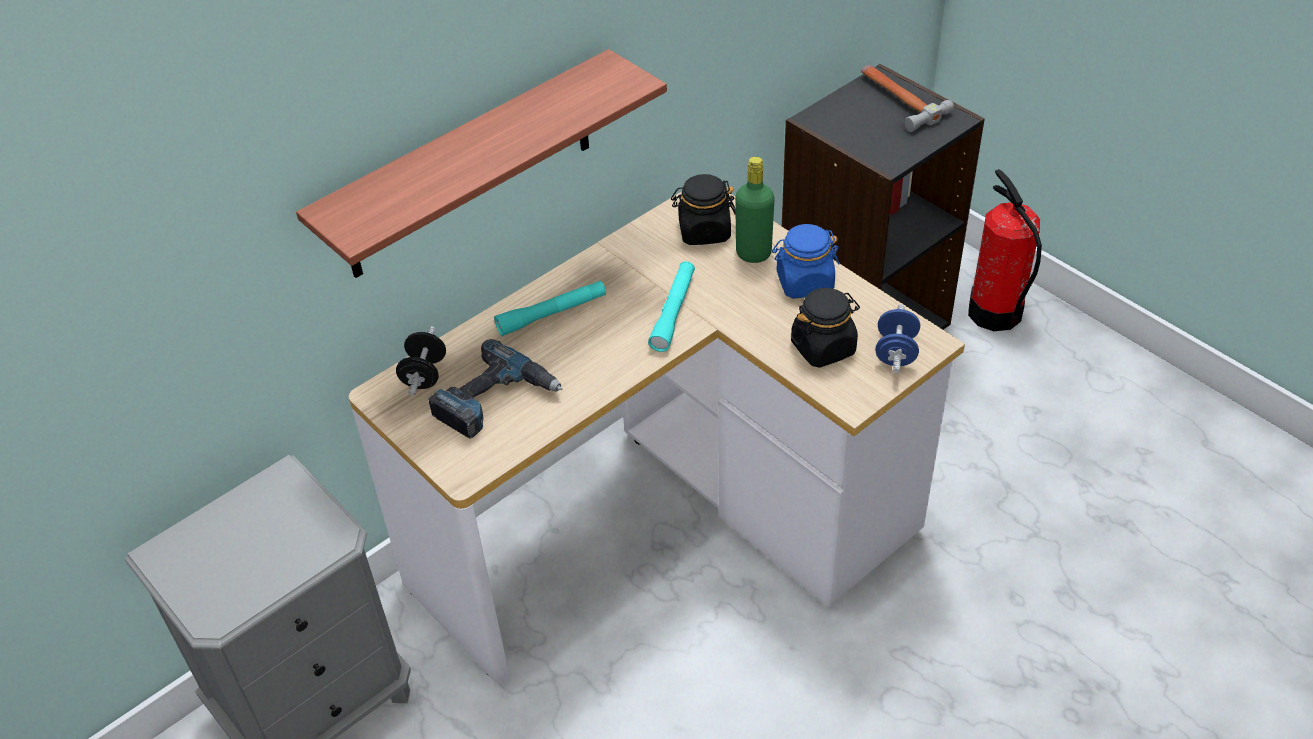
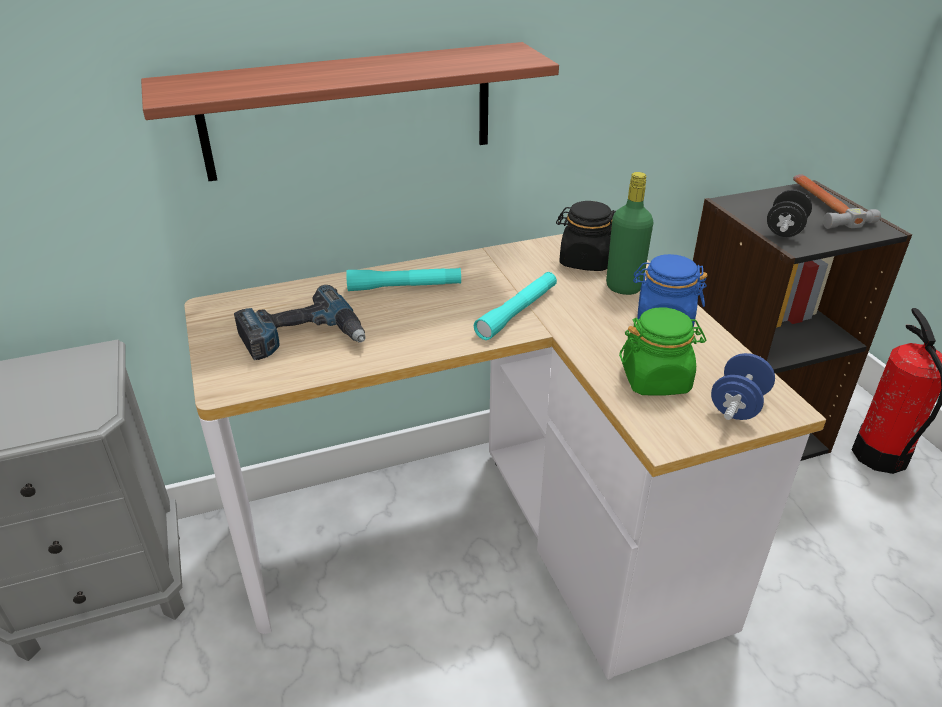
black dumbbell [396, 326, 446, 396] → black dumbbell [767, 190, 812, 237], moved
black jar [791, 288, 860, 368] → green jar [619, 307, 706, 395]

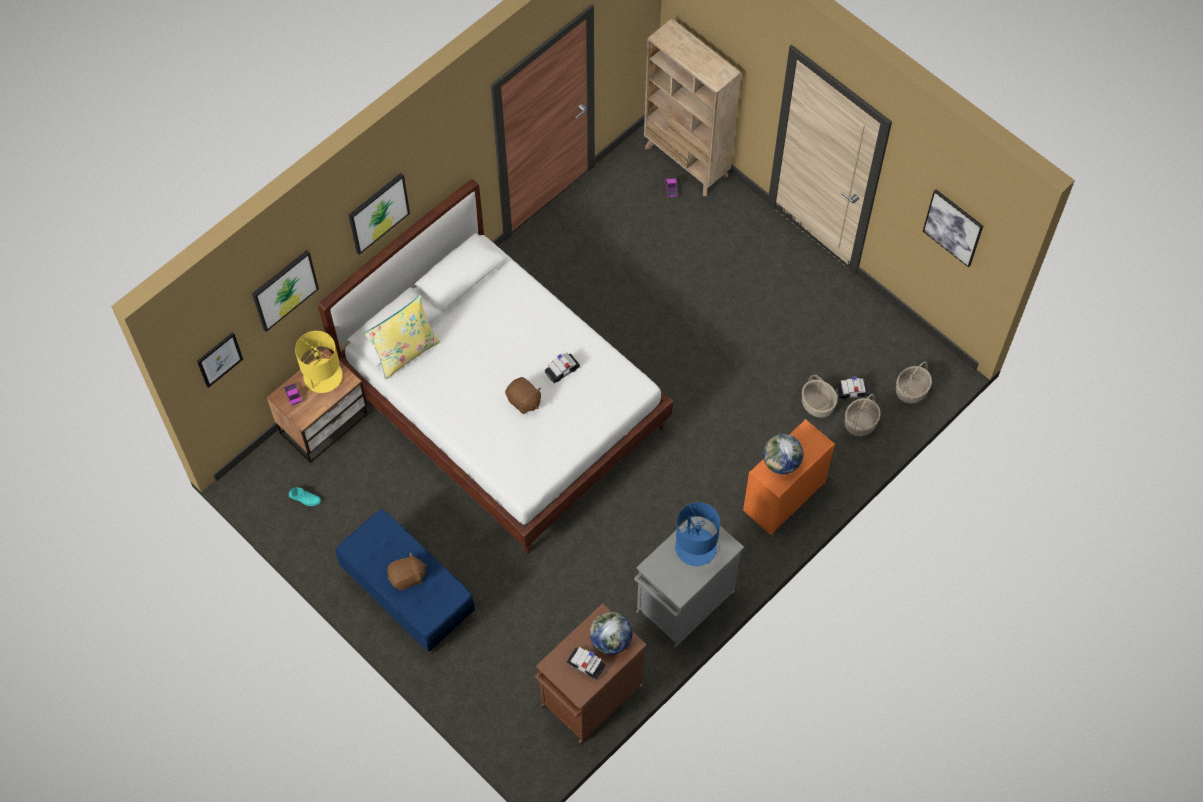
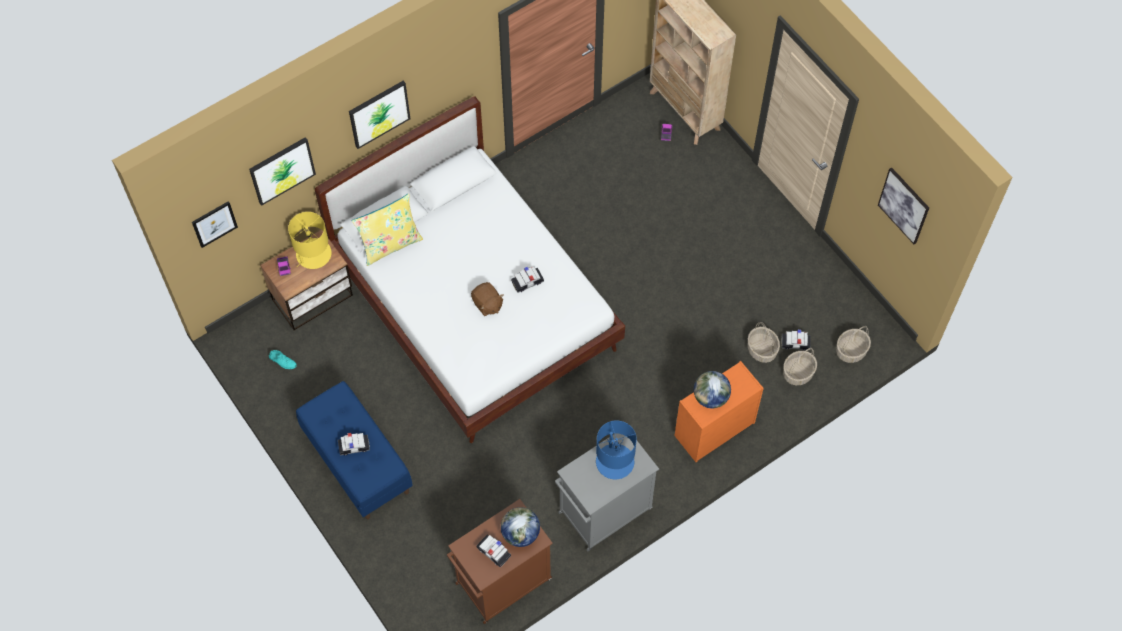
brown plush toy [387, 552, 427, 590] → toy car [338, 433, 370, 456]

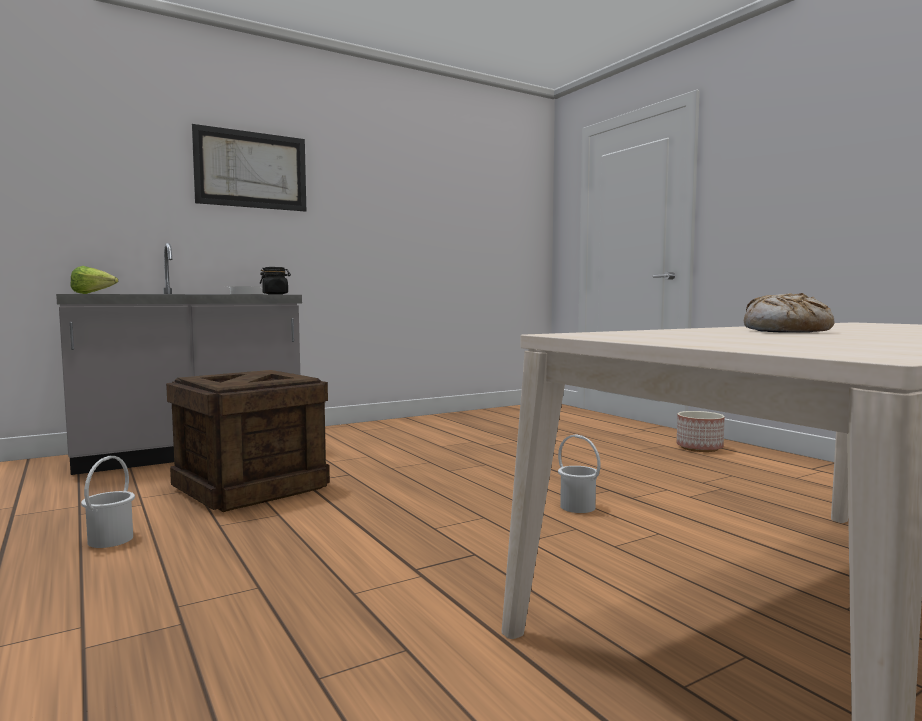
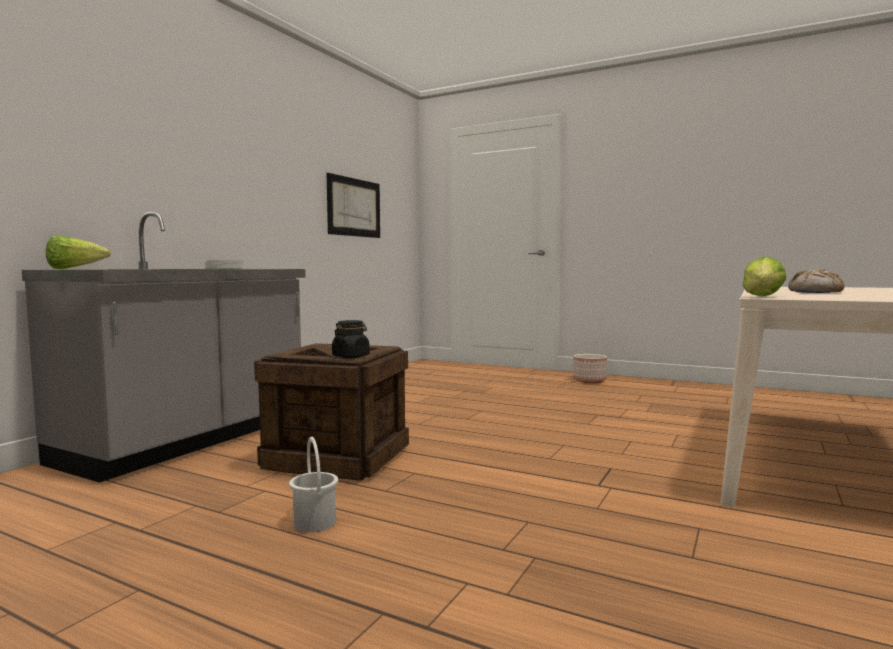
white bucket [558, 434, 601, 513] → -
- → lettuce [742, 256, 787, 296]
picture [192, 124, 306, 212] → picture [327, 173, 380, 238], moved
black jar [260, 267, 291, 295] → black jar [332, 320, 370, 358], moved

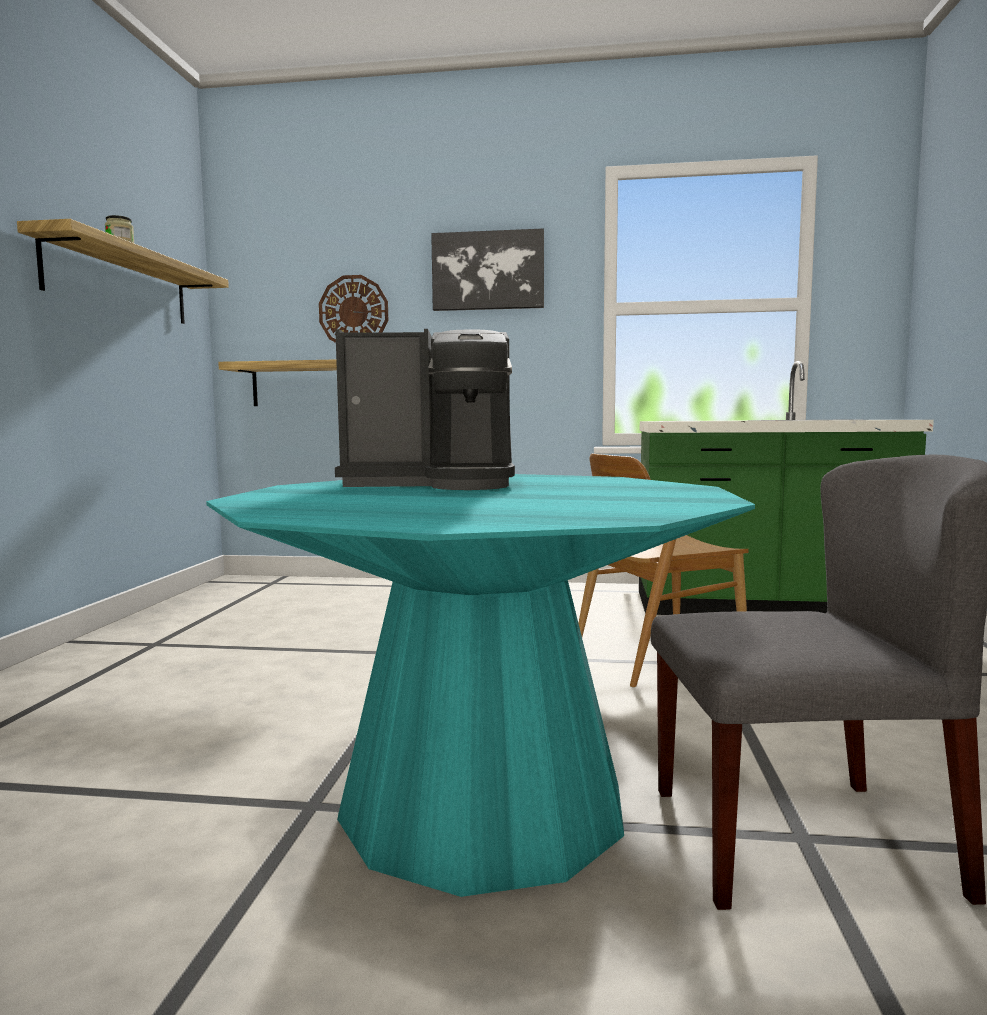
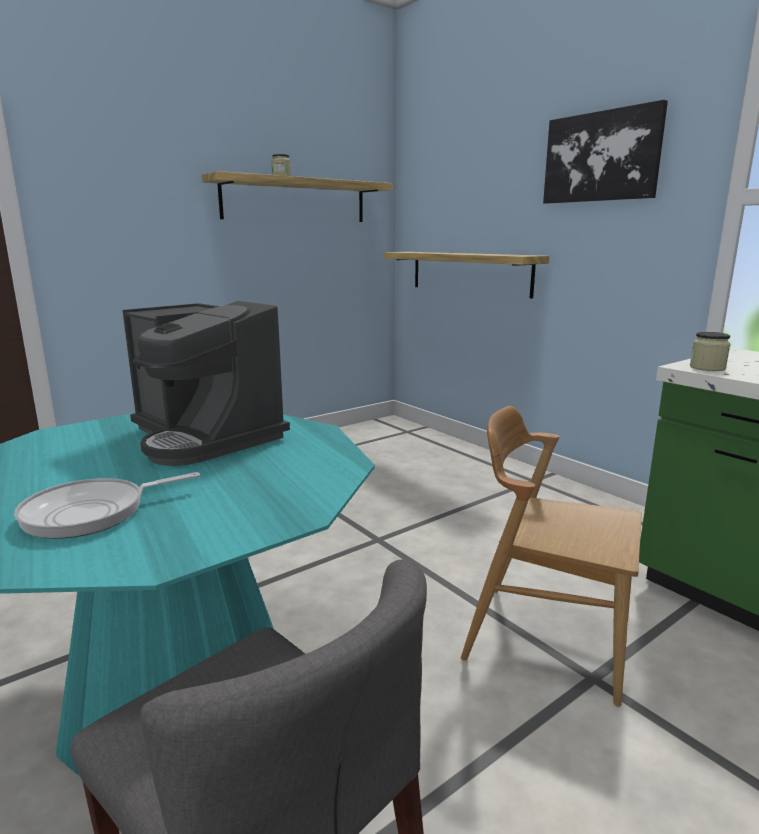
wall clock [319, 275, 388, 343] → -
- → frying pan [14, 472, 200, 539]
- → jar [690, 332, 730, 371]

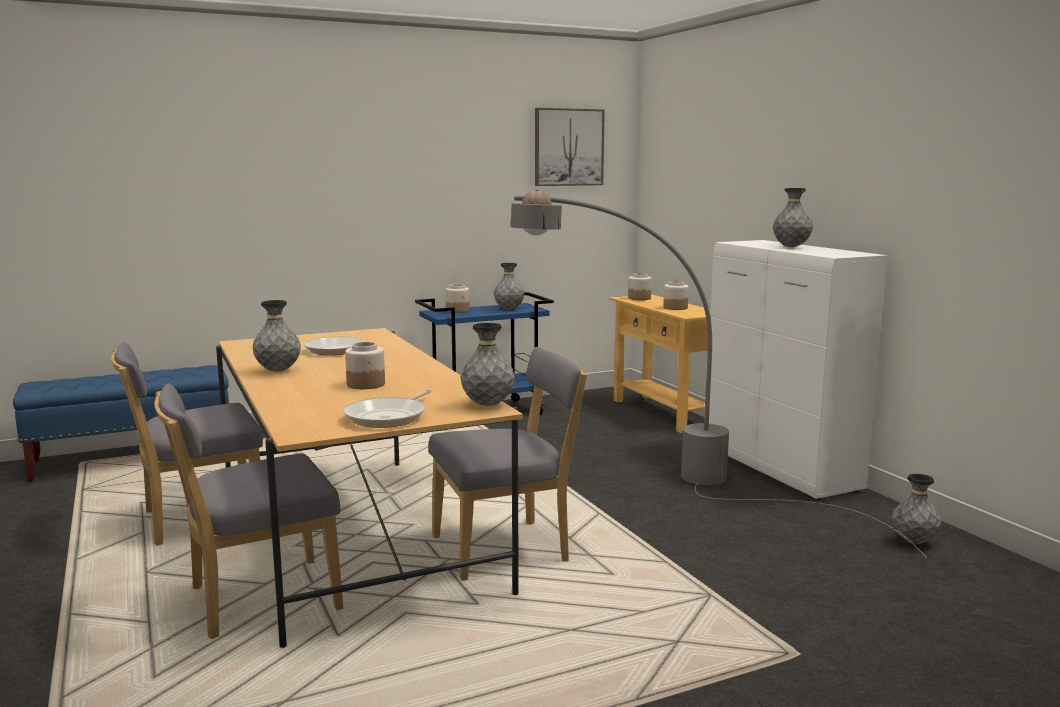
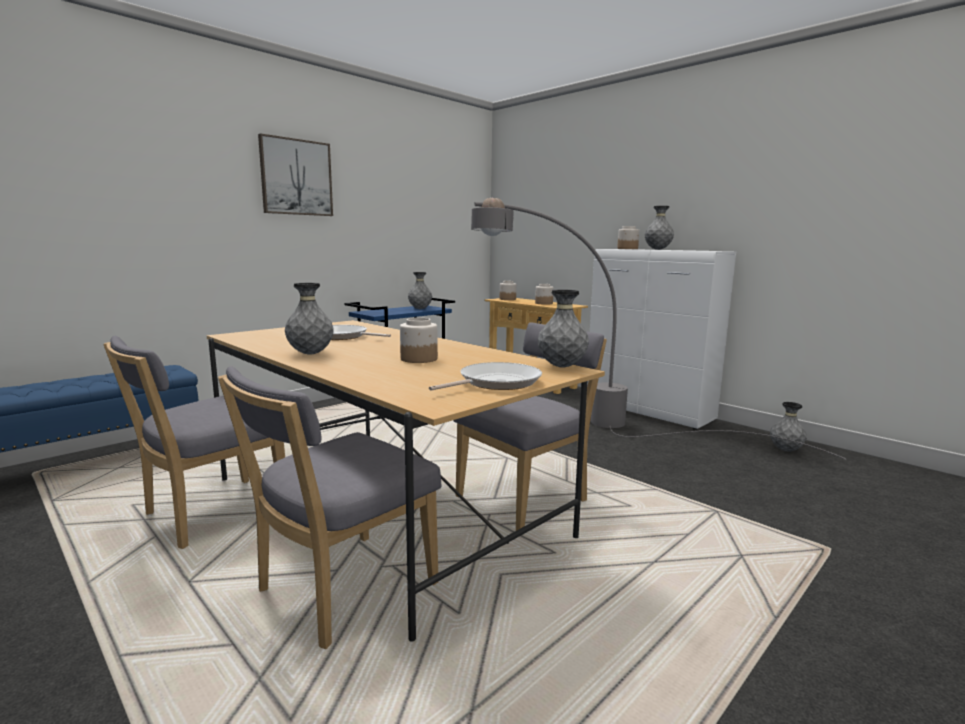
jar [445, 284, 470, 313] → jar [617, 226, 639, 249], moved
picture [535, 108, 605, 186] → picture [258, 133, 333, 216], moved
frying pan [343, 390, 431, 428] → frying pan [429, 362, 542, 390], 135 degrees counterclockwise

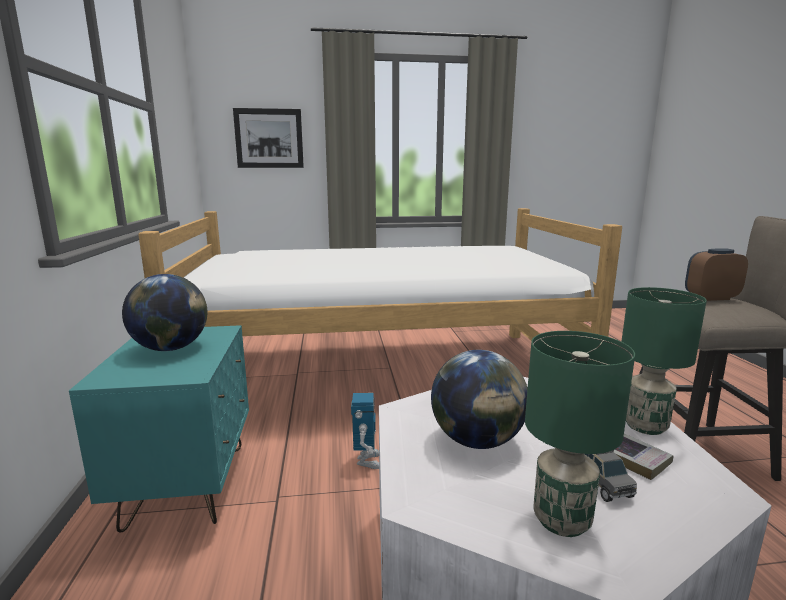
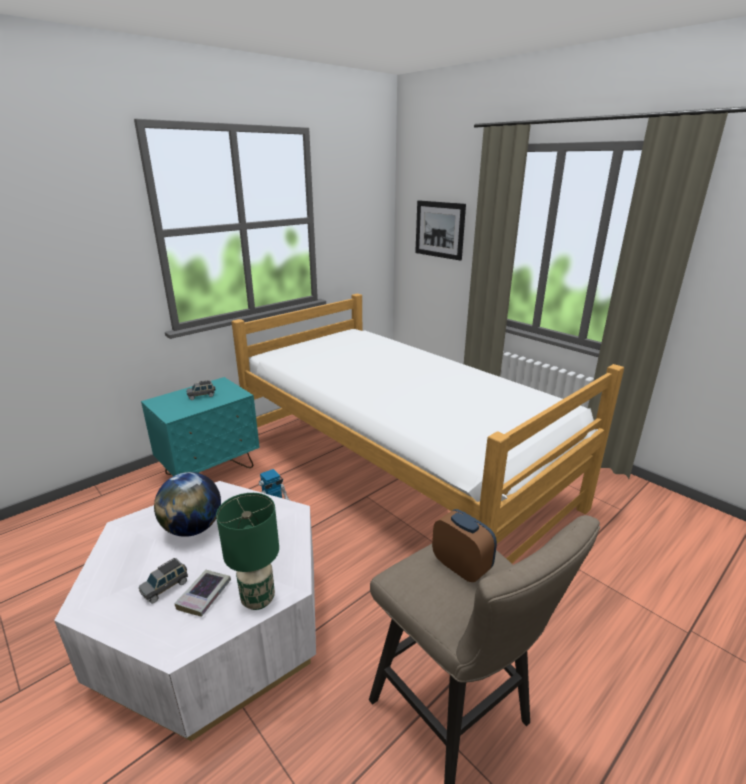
green table lamp [525, 331, 635, 537] → -
globe [122, 274, 207, 351] → grey toy car [186, 380, 216, 400]

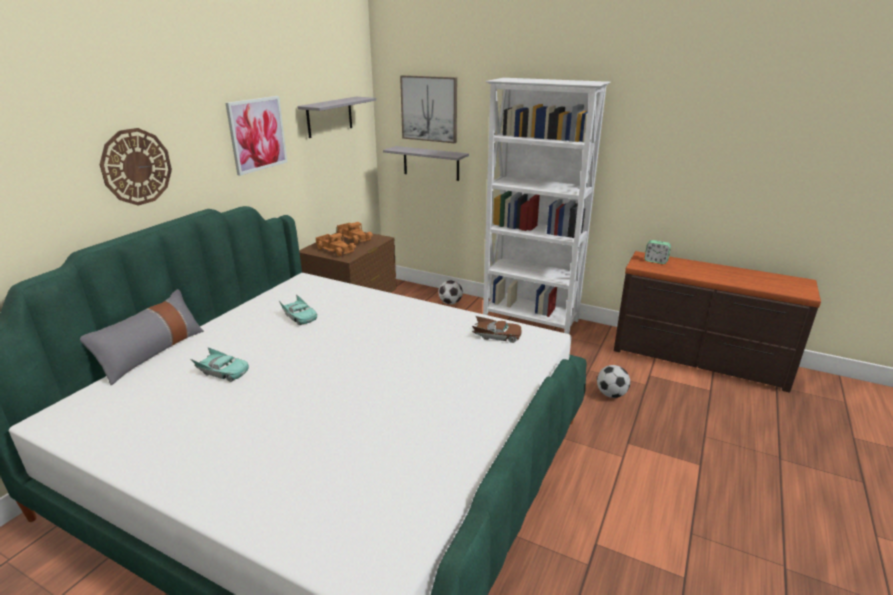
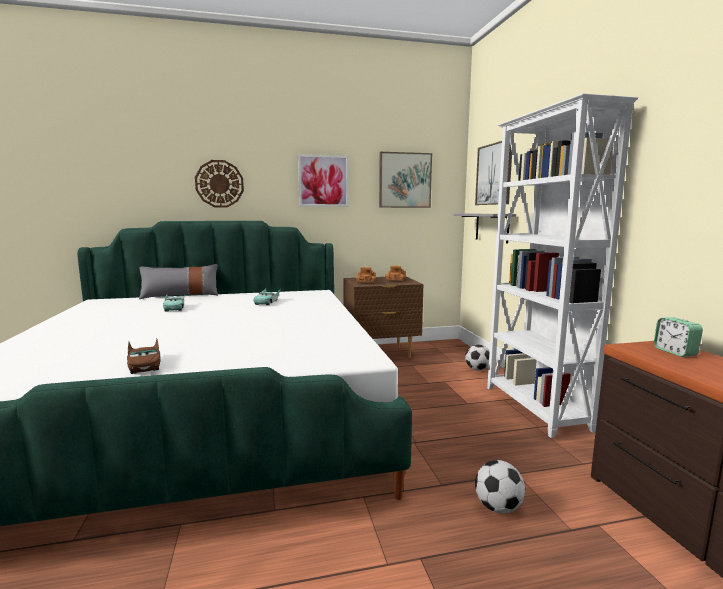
brown toy car [472, 316, 521, 343] → brown toy car [127, 339, 161, 374], moved
grey shelf [297, 97, 376, 138] → picture [379, 152, 432, 208]

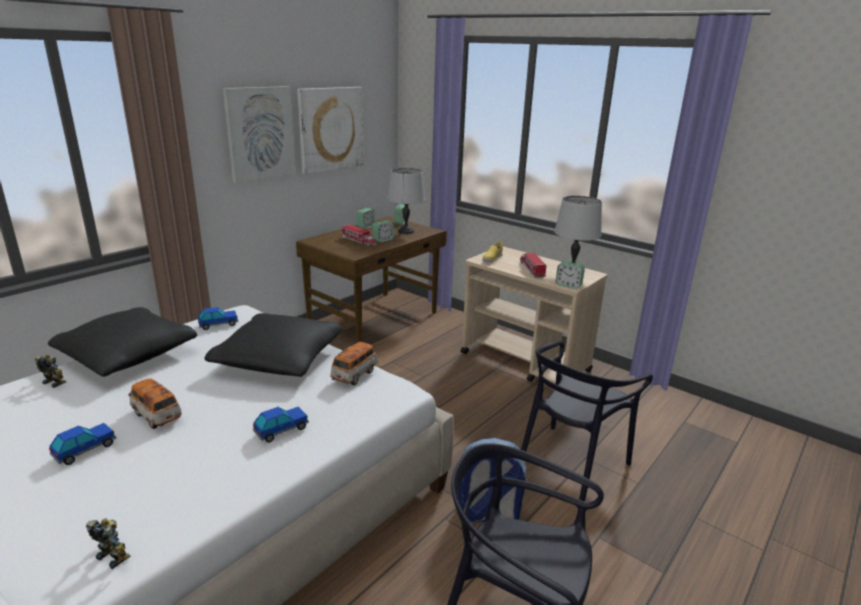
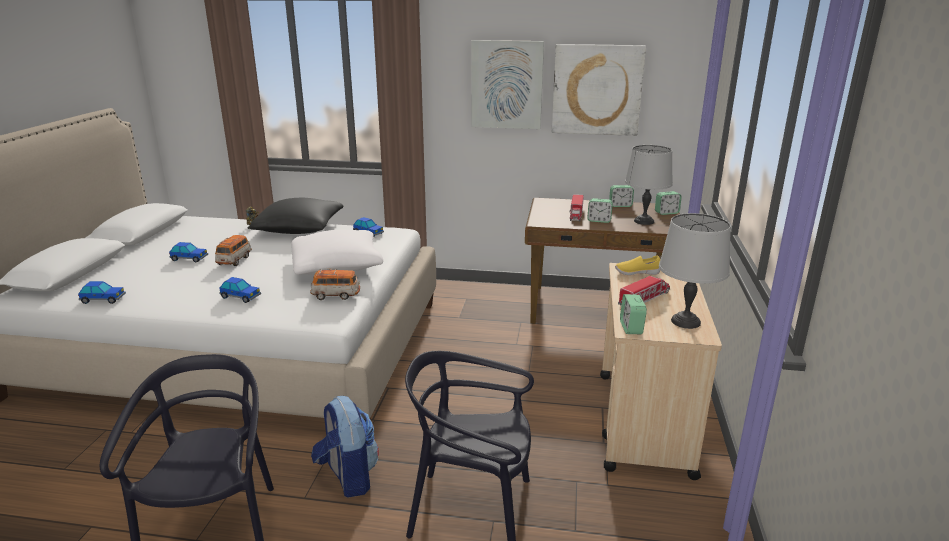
toy robot [86, 518, 131, 569] → toy car [78, 281, 126, 304]
black pillow [205, 313, 343, 377] → white pillow [291, 230, 383, 275]

